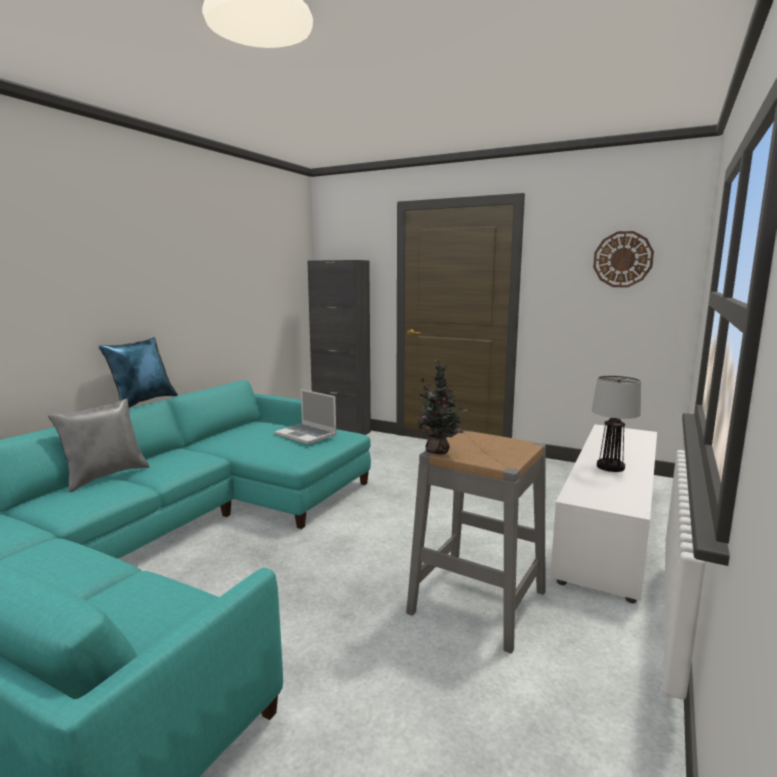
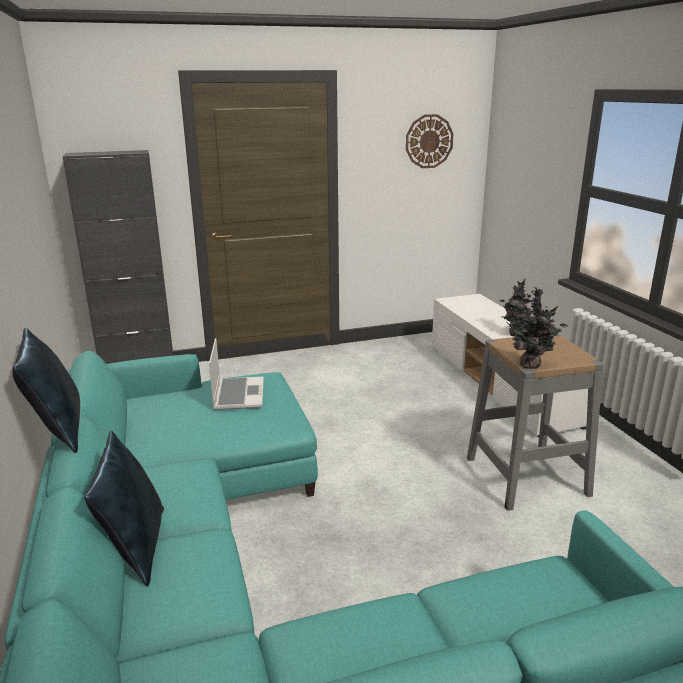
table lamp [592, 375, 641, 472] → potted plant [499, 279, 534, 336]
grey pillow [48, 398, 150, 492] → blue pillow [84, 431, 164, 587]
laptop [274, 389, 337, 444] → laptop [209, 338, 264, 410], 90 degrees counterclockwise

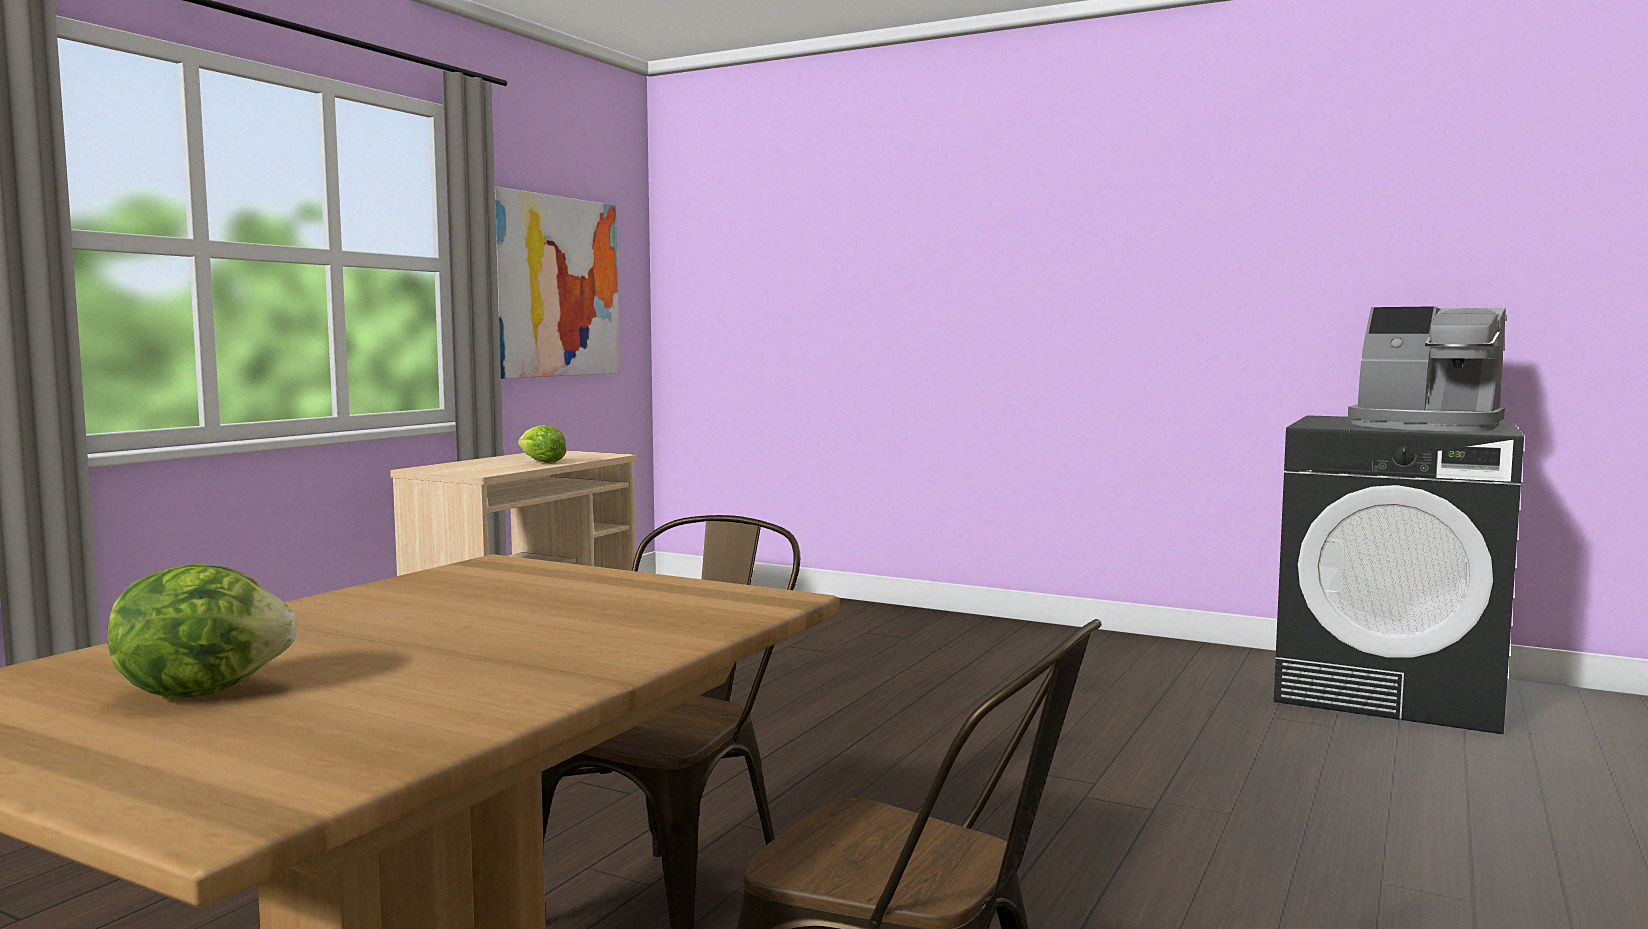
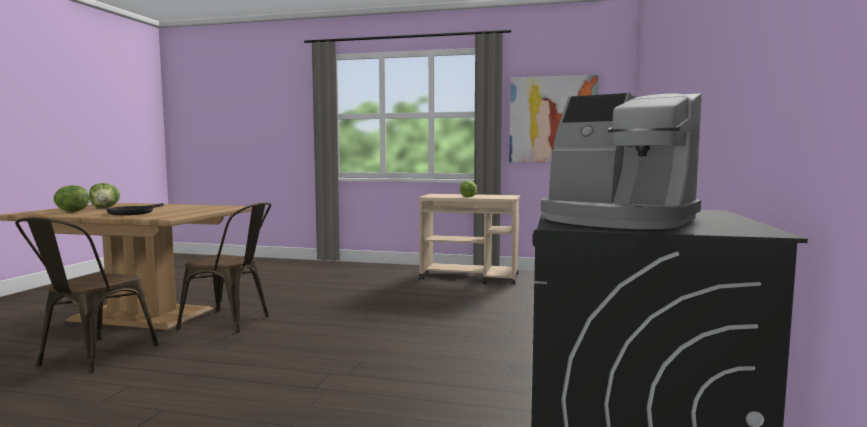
- → lettuce [53, 185, 90, 212]
- → black frying pan [107, 203, 164, 215]
coffee machine [1348, 306, 1506, 431] → coffee machine [541, 93, 702, 229], 75 degrees counterclockwise

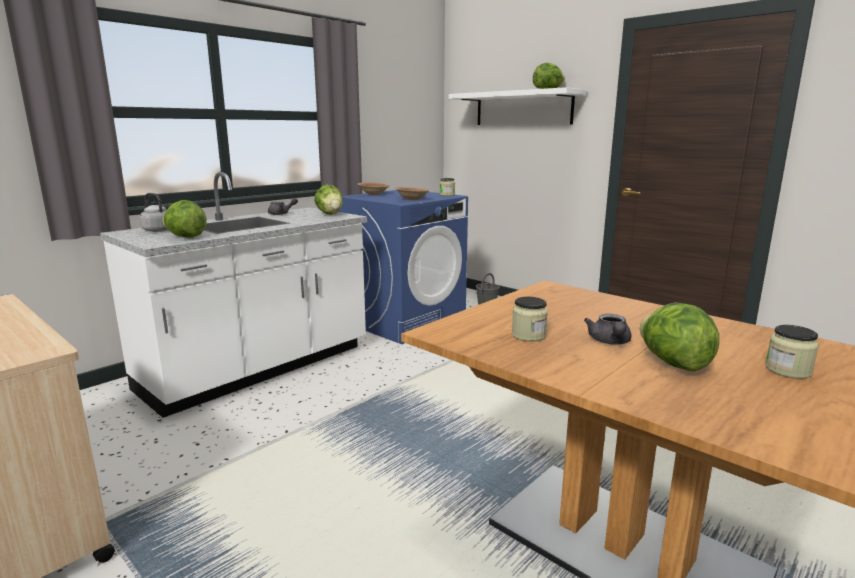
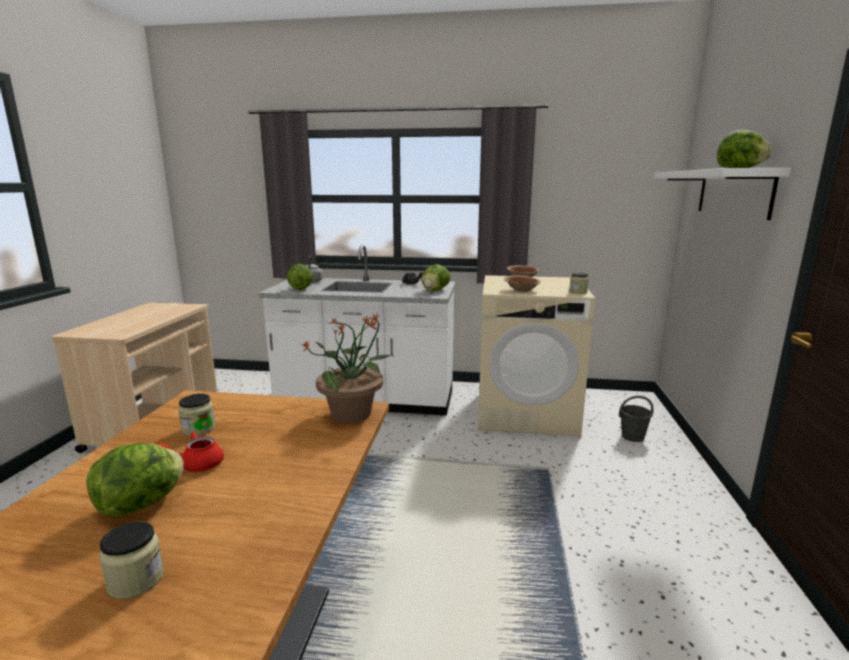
- → potted plant [301, 313, 395, 423]
blue washing machine [338, 190, 468, 344] → beige washing machine [478, 275, 595, 437]
grey teapot [584, 314, 632, 345] → red teapot [157, 432, 224, 472]

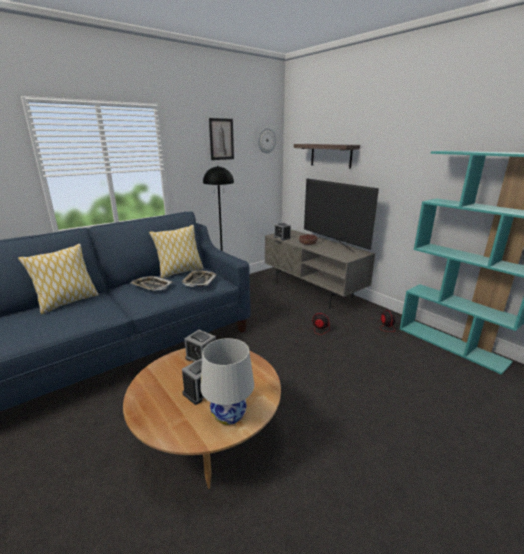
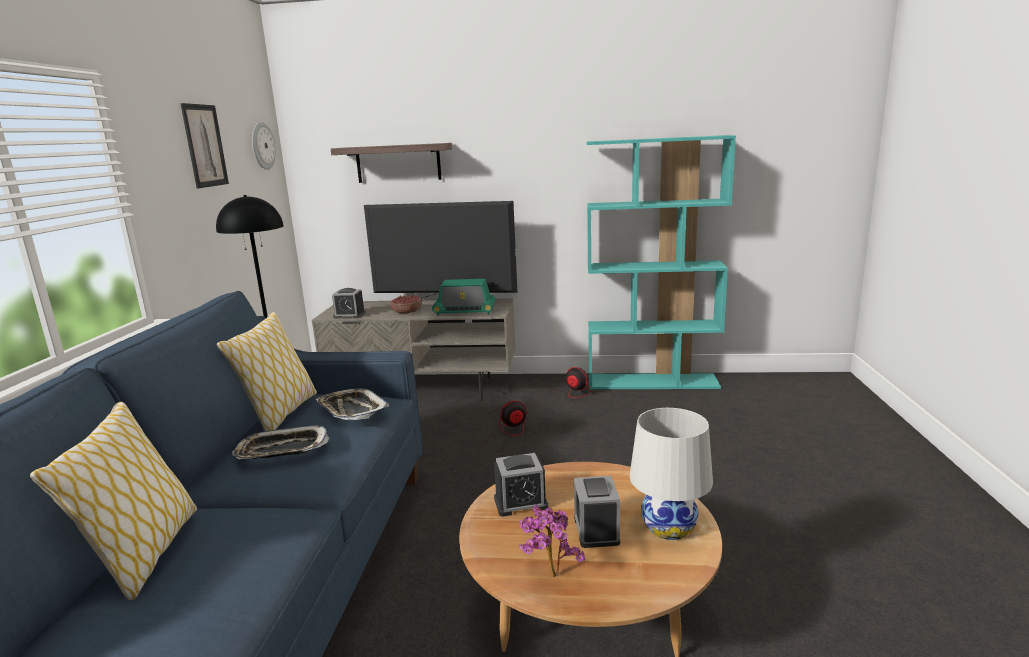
- → radio [432, 279, 496, 316]
- → potted plant [519, 504, 585, 577]

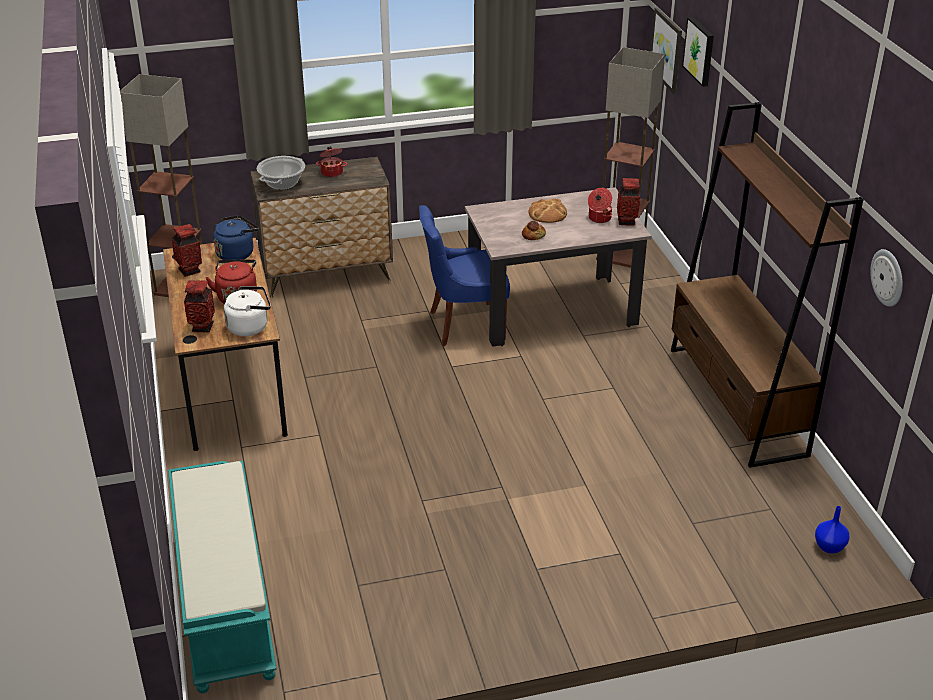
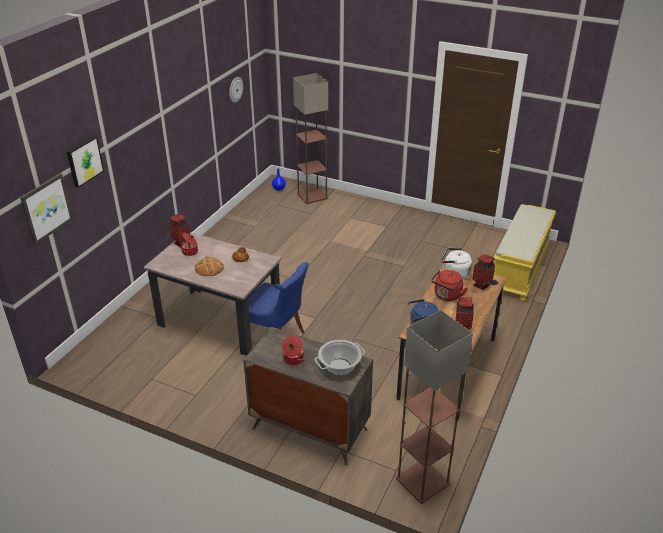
brown bookcase [671, 102, 864, 468] → -
floor lamp [596, 47, 665, 268] → floor lamp [293, 73, 328, 204], moved
turquoise bench [168, 461, 277, 693] → yellow bench [493, 204, 556, 301]

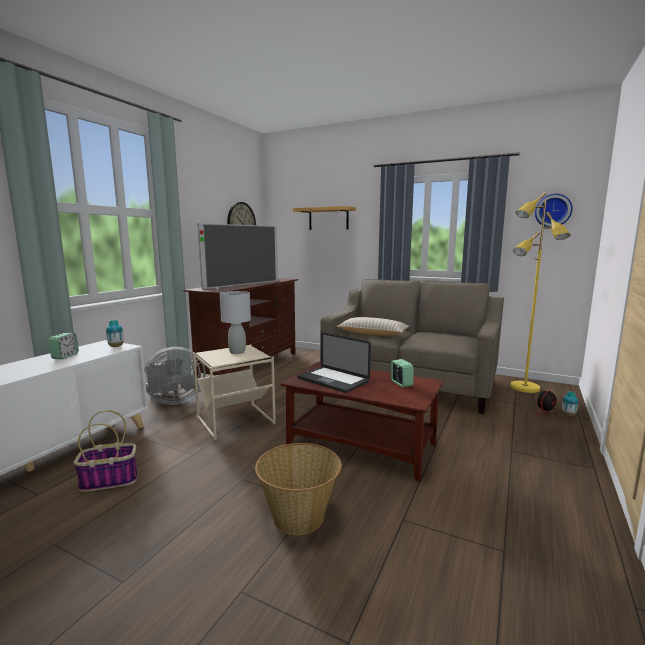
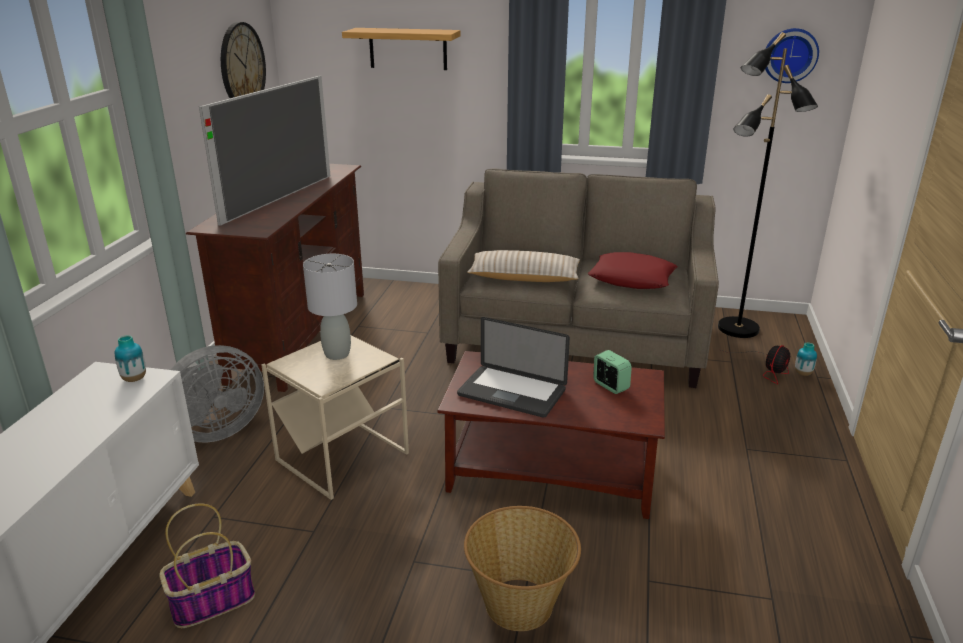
alarm clock [48, 333, 79, 359] → -
- → red pillow [588, 252, 678, 289]
yellow floor lamp [510, 192, 571, 393] → black floor lamp [718, 32, 818, 338]

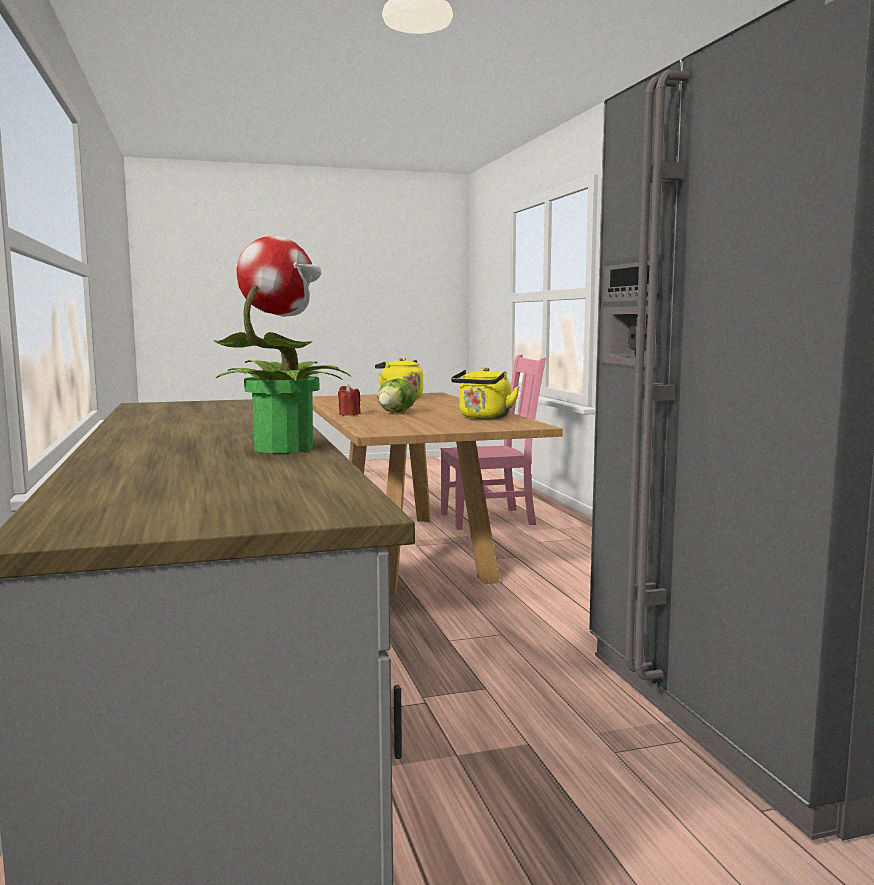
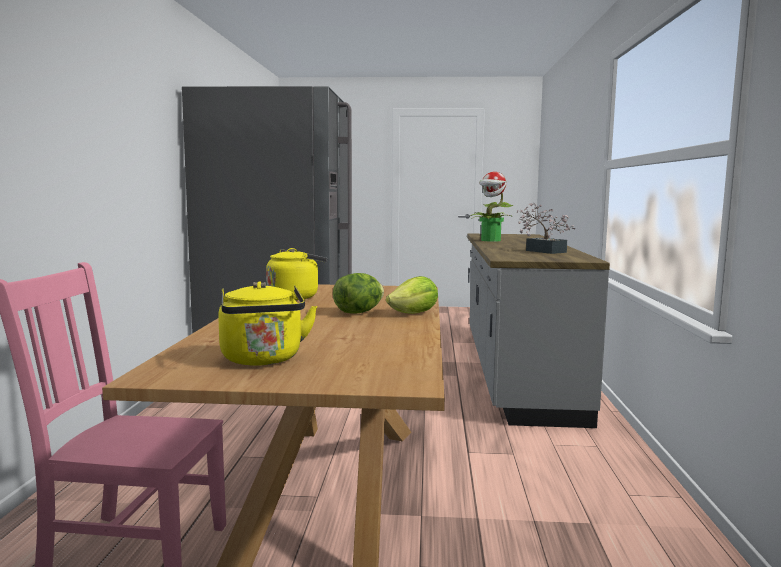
- → potted plant [517, 203, 576, 254]
red candle [338, 384, 361, 416] → lettuce [386, 276, 438, 314]

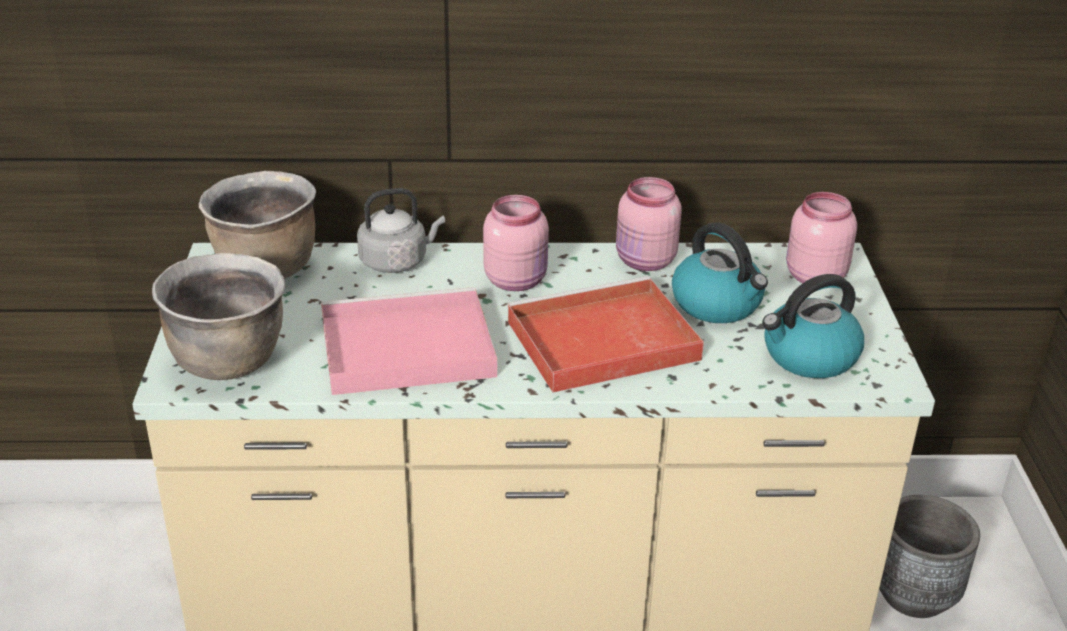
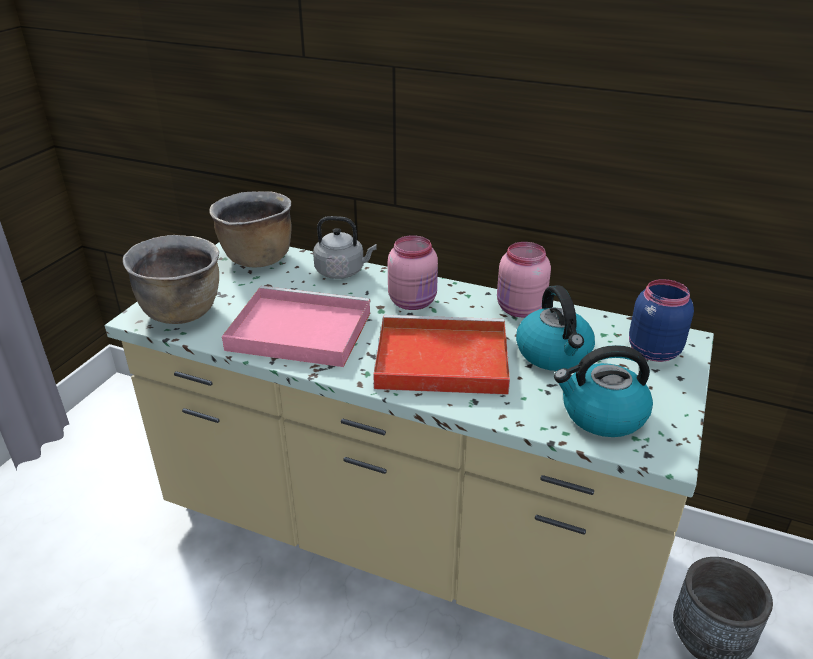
pink jar [786, 192, 857, 283] → blue jar [629, 279, 694, 362]

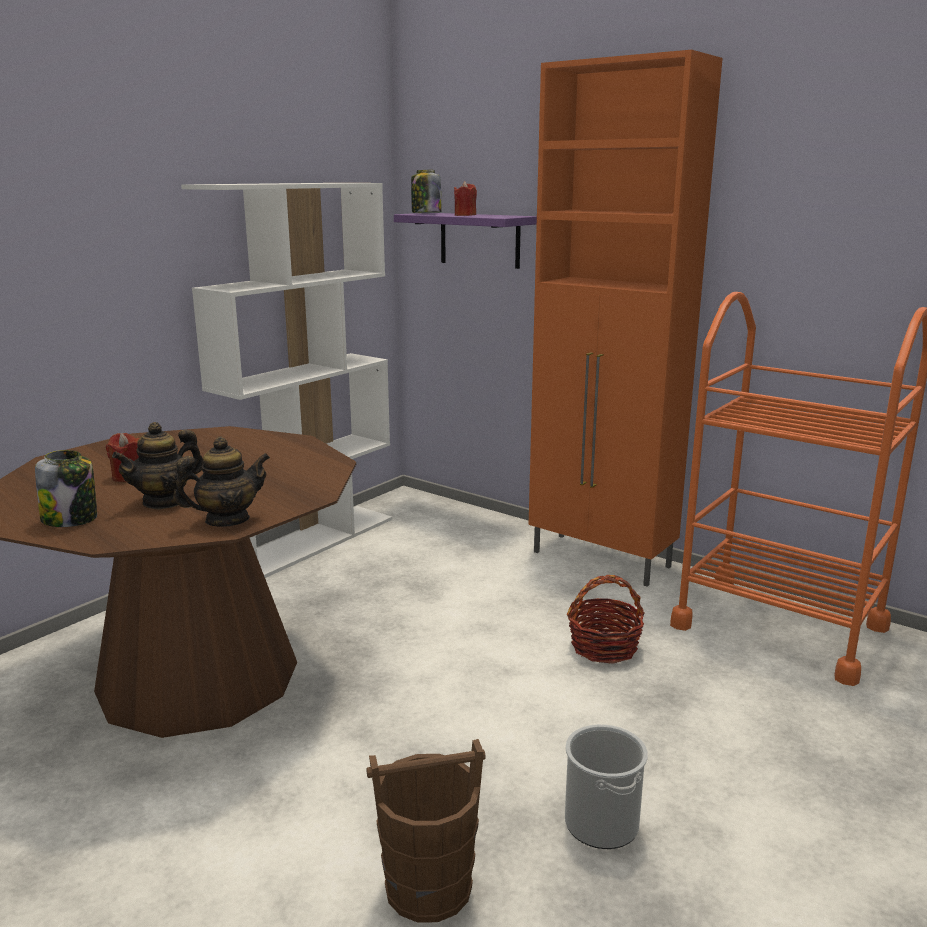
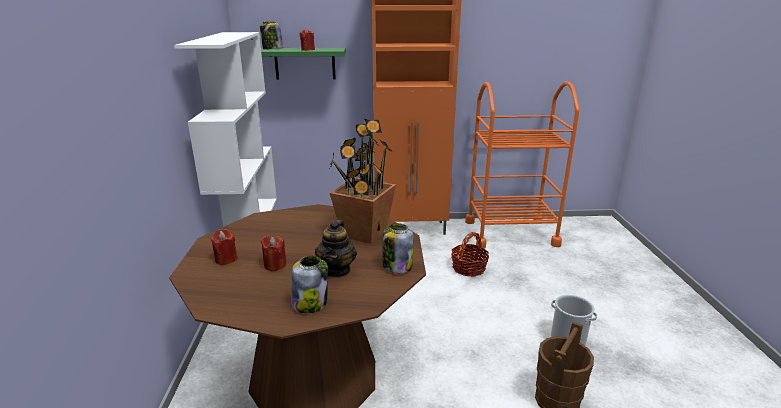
- → red candle [211, 229, 238, 265]
- → potted plant [330, 119, 396, 244]
teapot [173, 437, 270, 527] → jar [382, 223, 413, 273]
purple shelf [394, 213, 537, 269] → green shelf [261, 48, 346, 80]

